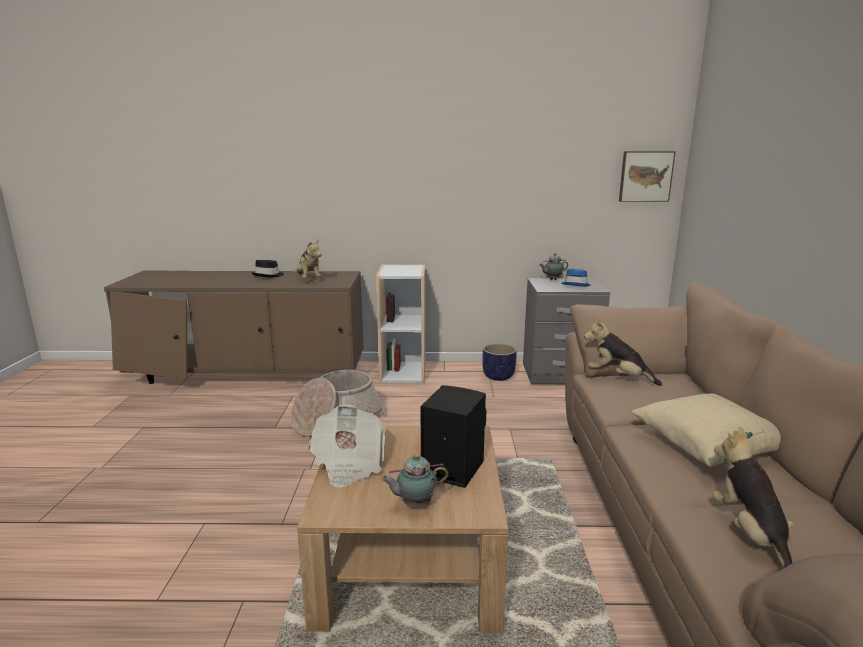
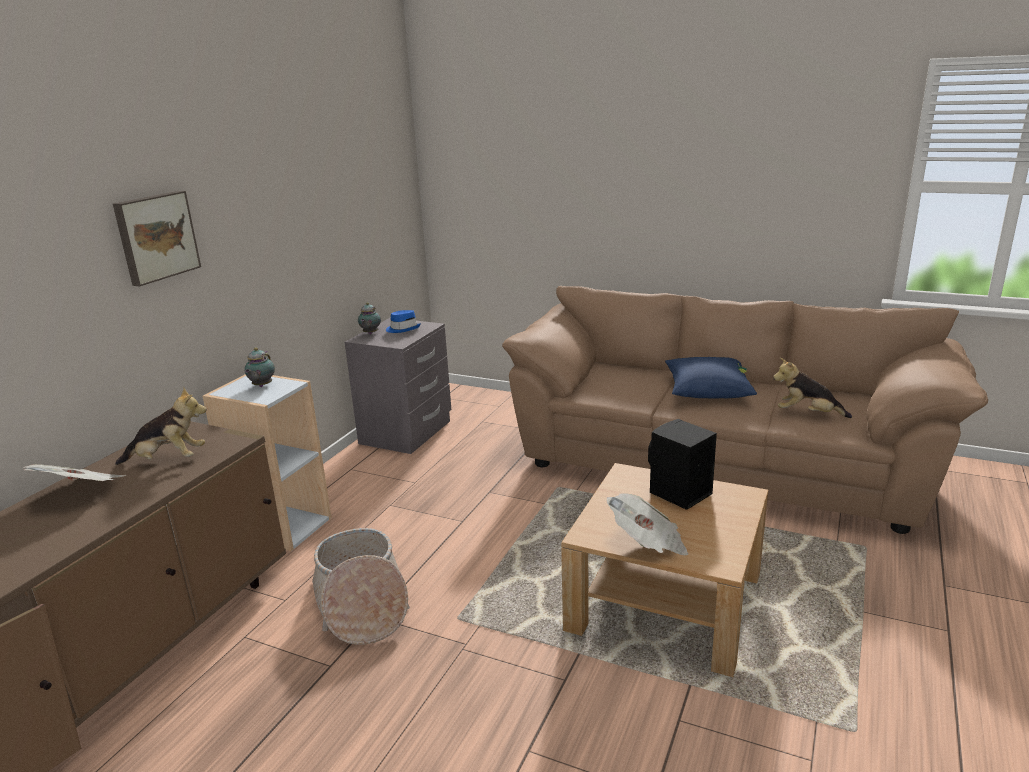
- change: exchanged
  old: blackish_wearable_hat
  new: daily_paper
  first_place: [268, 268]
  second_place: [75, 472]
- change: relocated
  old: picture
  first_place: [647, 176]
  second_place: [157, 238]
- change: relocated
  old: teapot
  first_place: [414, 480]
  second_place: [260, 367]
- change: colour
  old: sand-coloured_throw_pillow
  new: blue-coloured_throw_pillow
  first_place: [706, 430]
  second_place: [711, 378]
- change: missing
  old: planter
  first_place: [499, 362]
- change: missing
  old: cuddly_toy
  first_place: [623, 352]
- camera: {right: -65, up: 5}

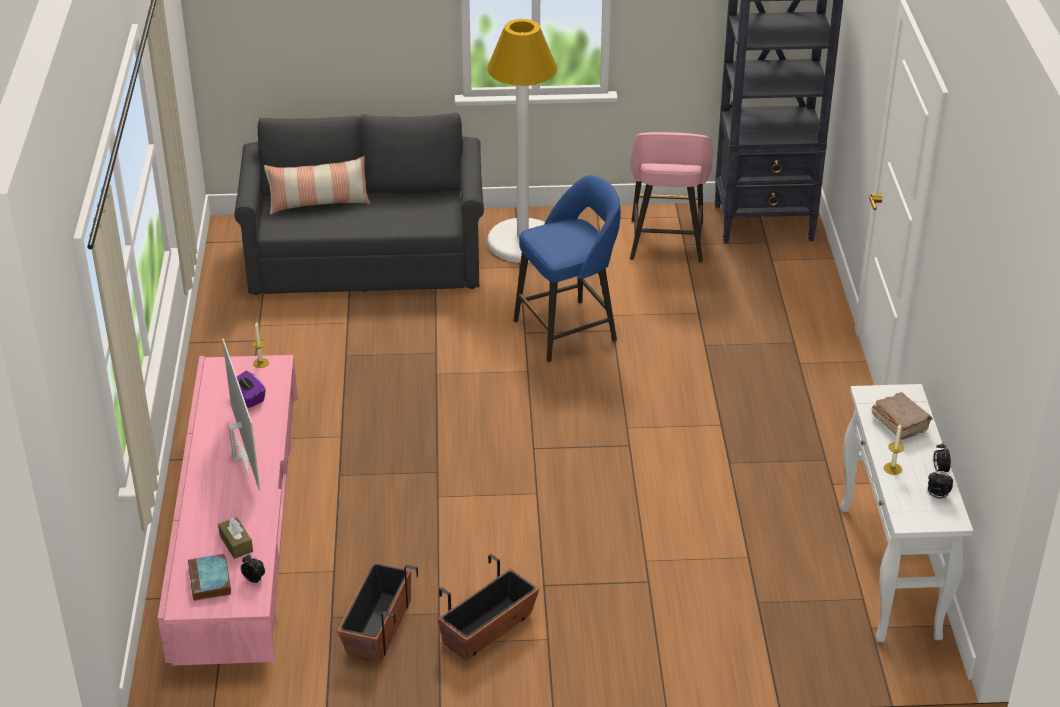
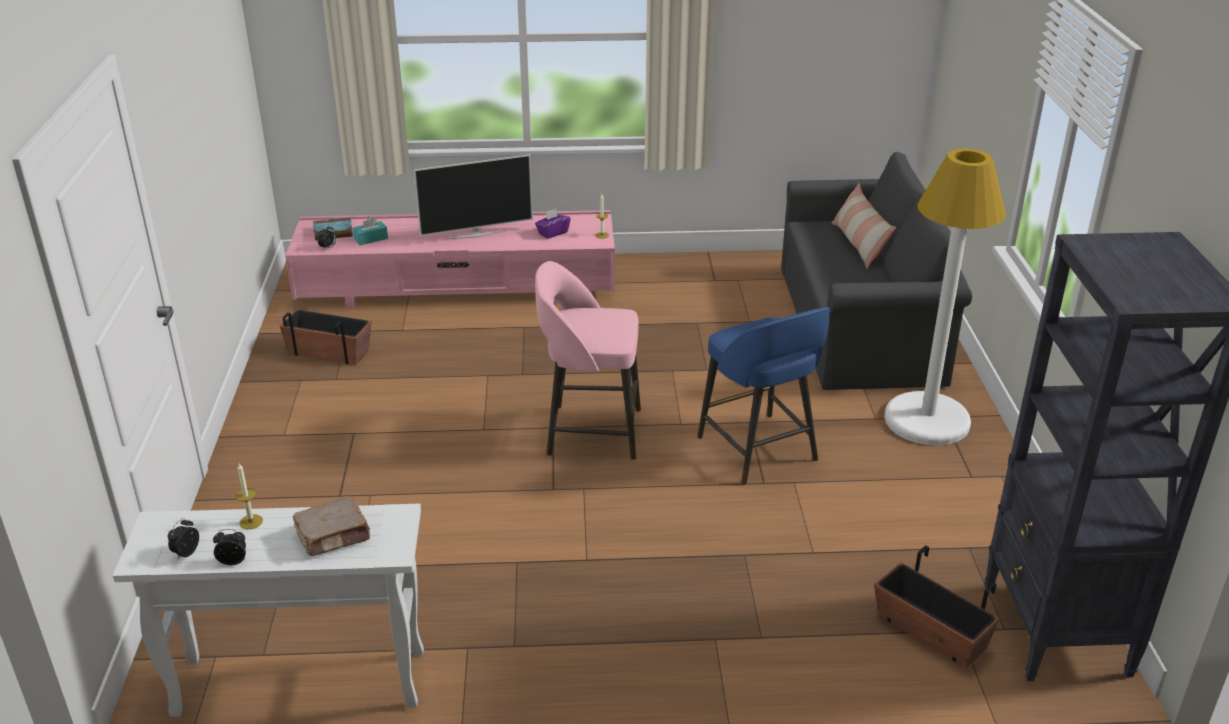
- change: colour
  old: brown_tissue_holder
  new: blue-green_tissue_holder
  first_place: [235, 538]
  second_place: [370, 230]
- change: relocated
  old: pink-coloured_sitting_stool
  first_place: [671, 197]
  second_place: [588, 360]
- change: relocated
  old: planter
  first_place: [488, 607]
  second_place: [937, 606]
- camera: {right: 90, up: -5}

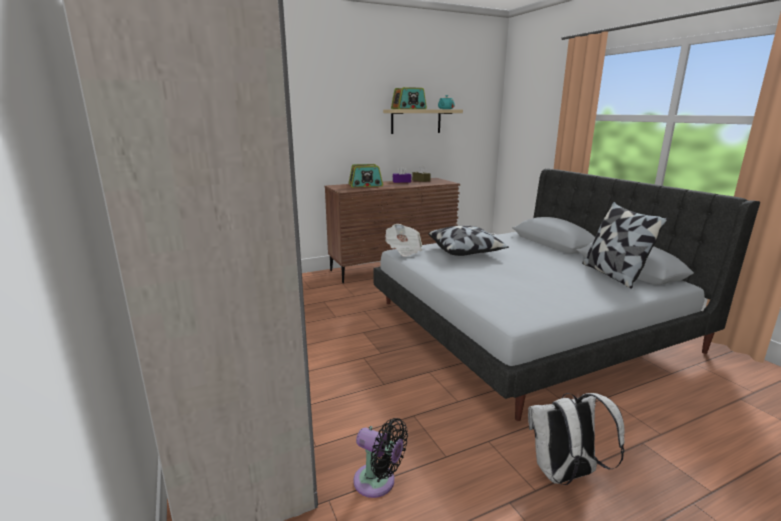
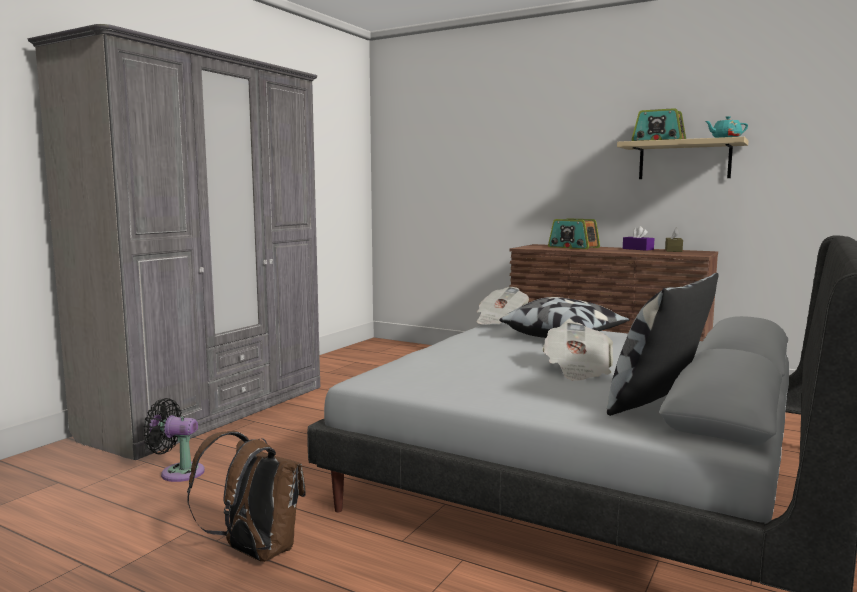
- change: spun
  old: blackish_cooling_fan
  first_place: [380, 458]
  second_place: [174, 440]
  degrees: 105
- change: colour
  old: white_rucksack
  new: brown_rucksack
  first_place: [576, 439]
  second_place: [246, 496]
- change: appeared
  new: daily_paper
  second_place: [577, 351]
- camera: {right: 55, up: -10}

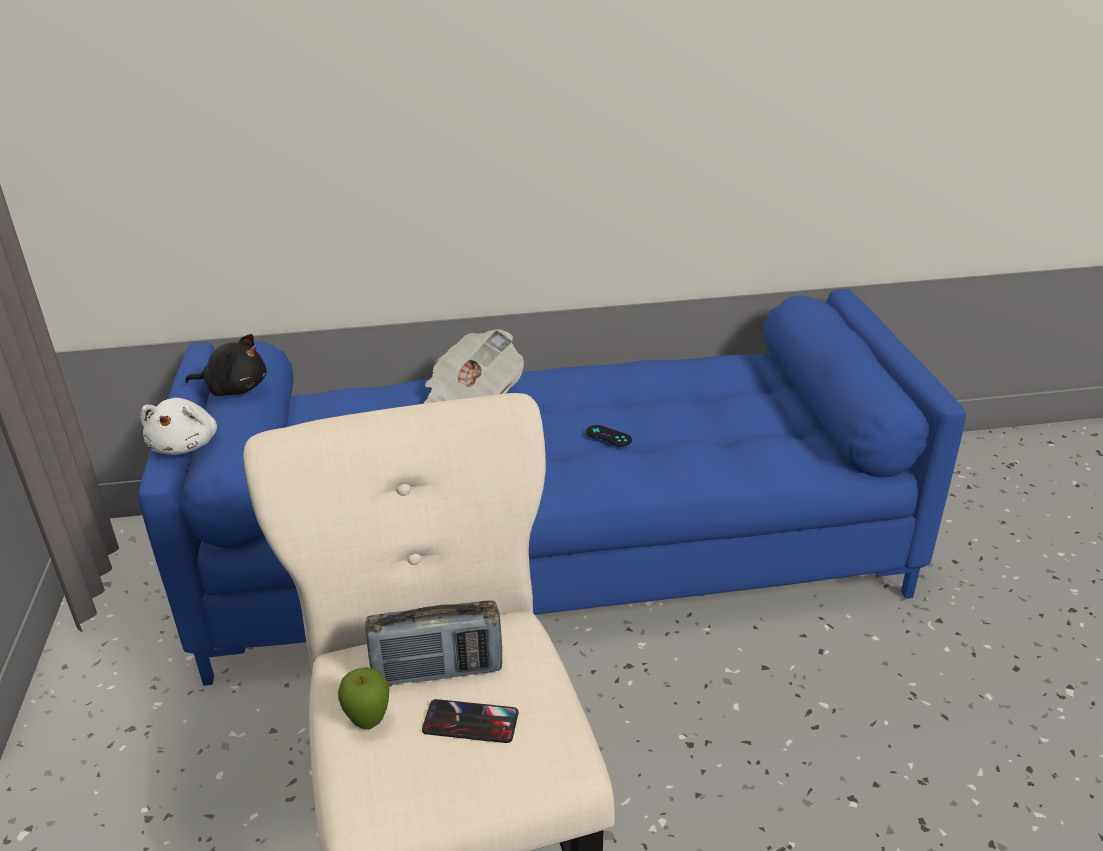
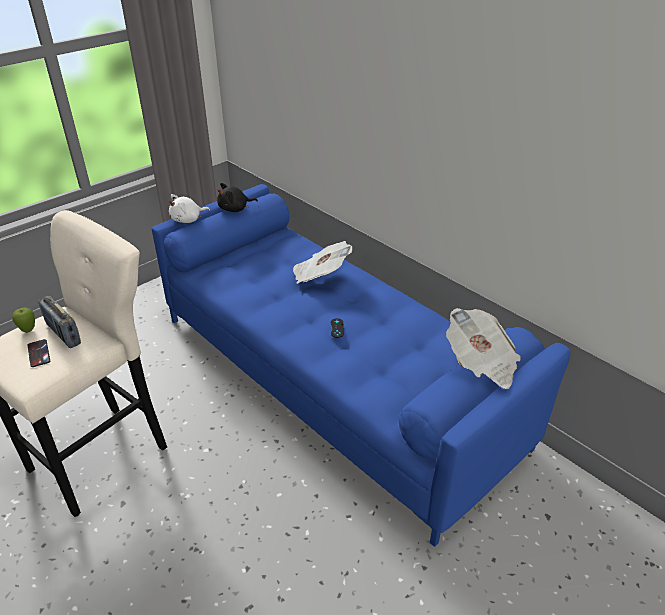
- change: spun
  old: blackish_cuddly_toy
  first_place: [225, 365]
  second_place: [237, 197]
  degrees: 90
- change: appeared
  new: daily_paper
  second_place: [483, 348]
- camera: {right: 55, up: 5}

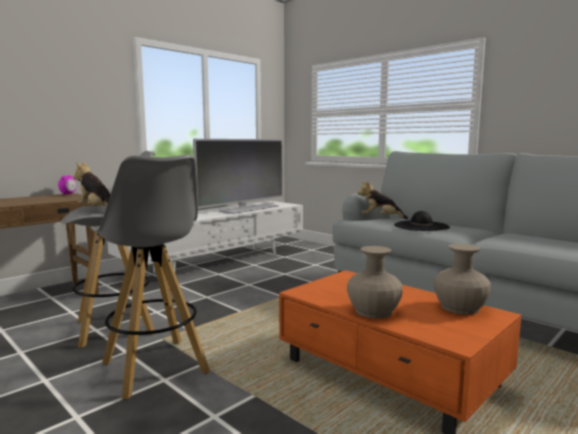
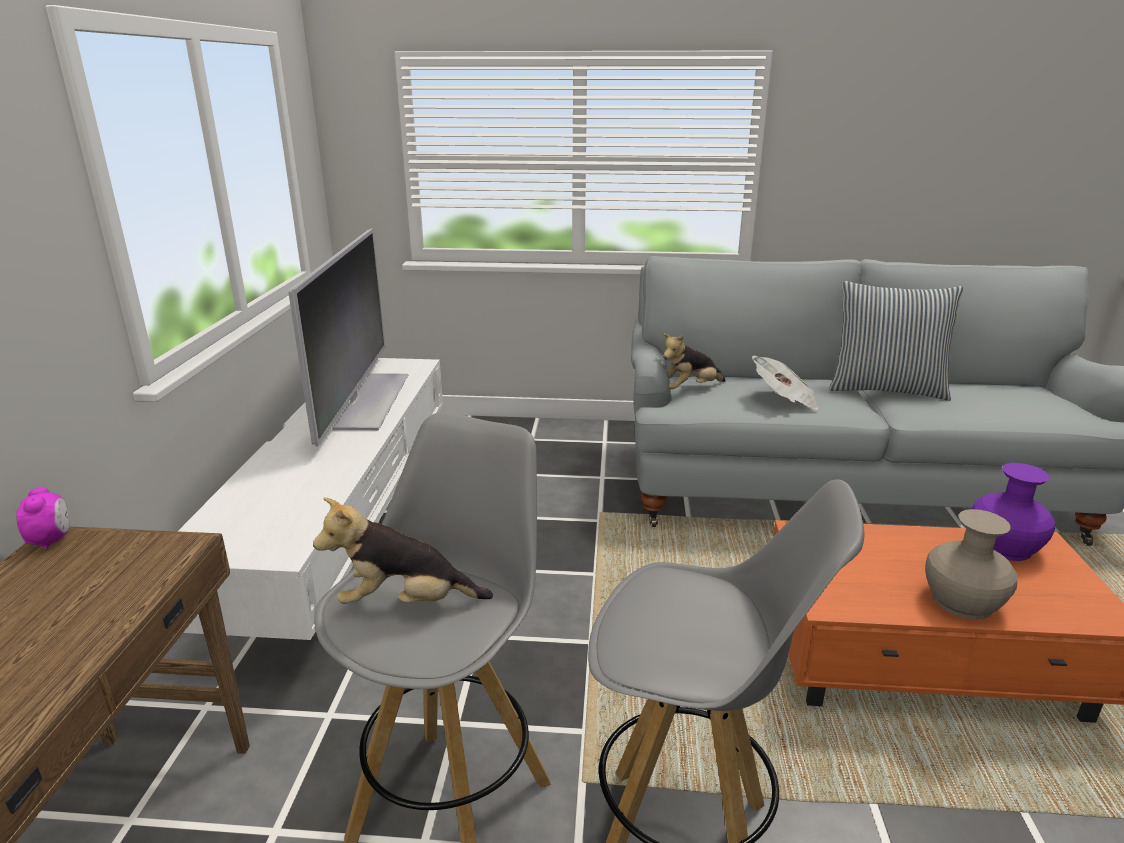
- change: exchanged
  old: blackish_wearable_hat
  new: daily_paper
  first_place: [422, 221]
  second_place: [785, 383]
- change: appeared
  new: throw_pillow
  second_place: [897, 341]
- change: colour
  old: sand-coloured_vase
  new: purple-coloured_vase
  first_place: [462, 279]
  second_place: [1013, 512]
- camera: {right: -40, up: 15}

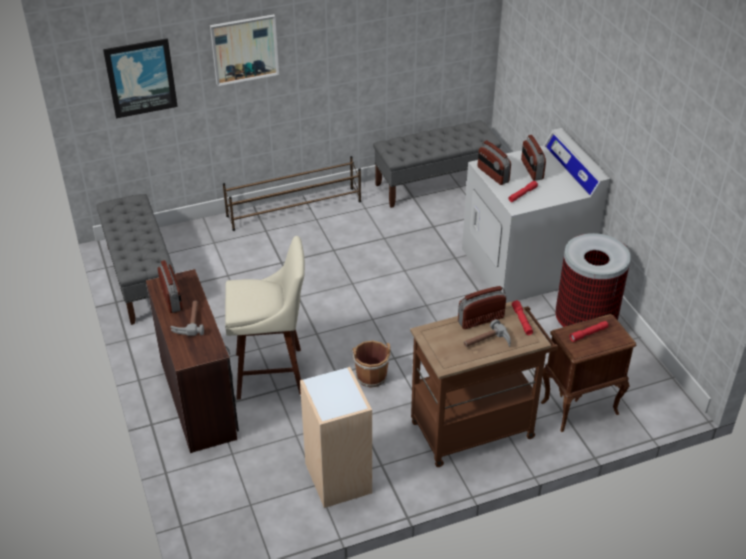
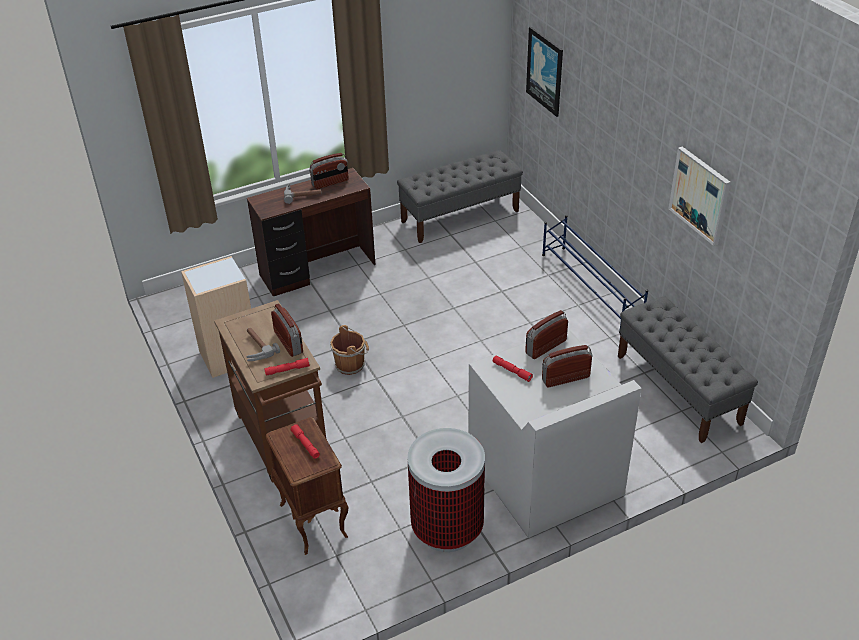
- change: colour
  old: brown_shoe_stand
  new: blue-coloured_shoe_stand
  first_place: [292, 193]
  second_place: [595, 274]
- change: relocated
  old: picture
  first_place: [244, 50]
  second_place: [699, 196]
- change: missing
  old: sand-coloured_sitting_stool
  first_place: [265, 318]
- camera: {right: 85, up: 0}

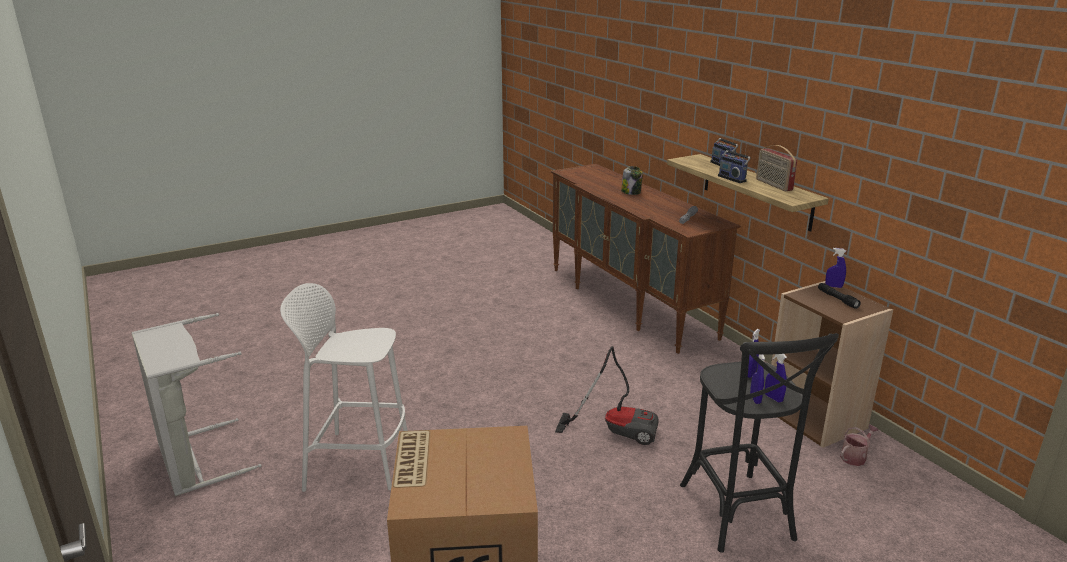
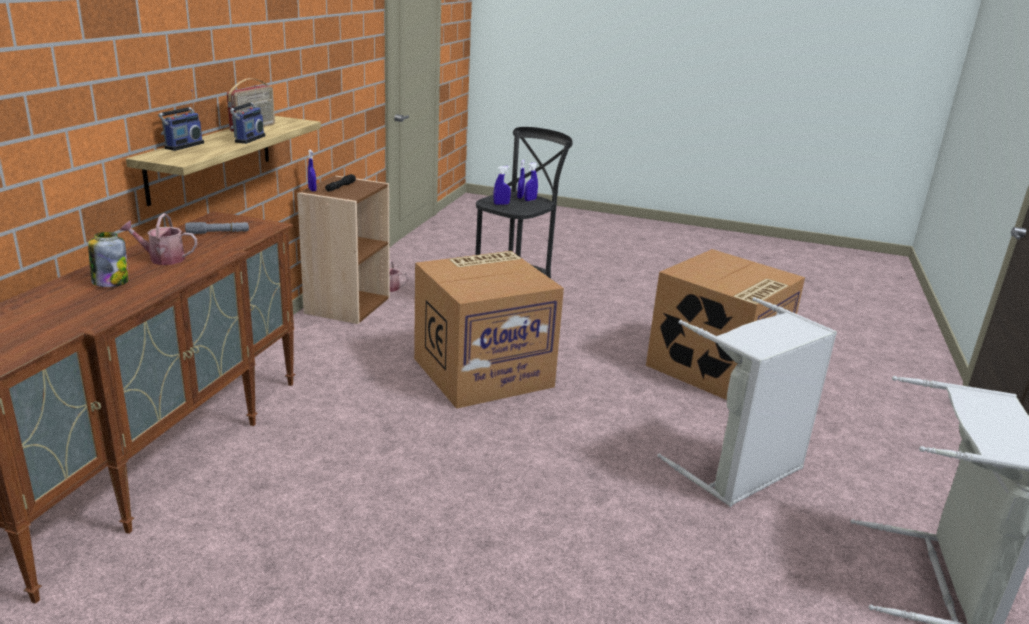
- change: appeared
  new: watering_can
  second_place: [158, 239]
- change: exchanged
  old: vacuum
  new: packing_box
  first_place: [607, 395]
  second_place: [489, 330]
- change: exchanged
  old: white_sitting_stool
  new: greyish_hamper
  first_place: [344, 387]
  second_place: [747, 402]
- camera: {right: -135, up: 0}

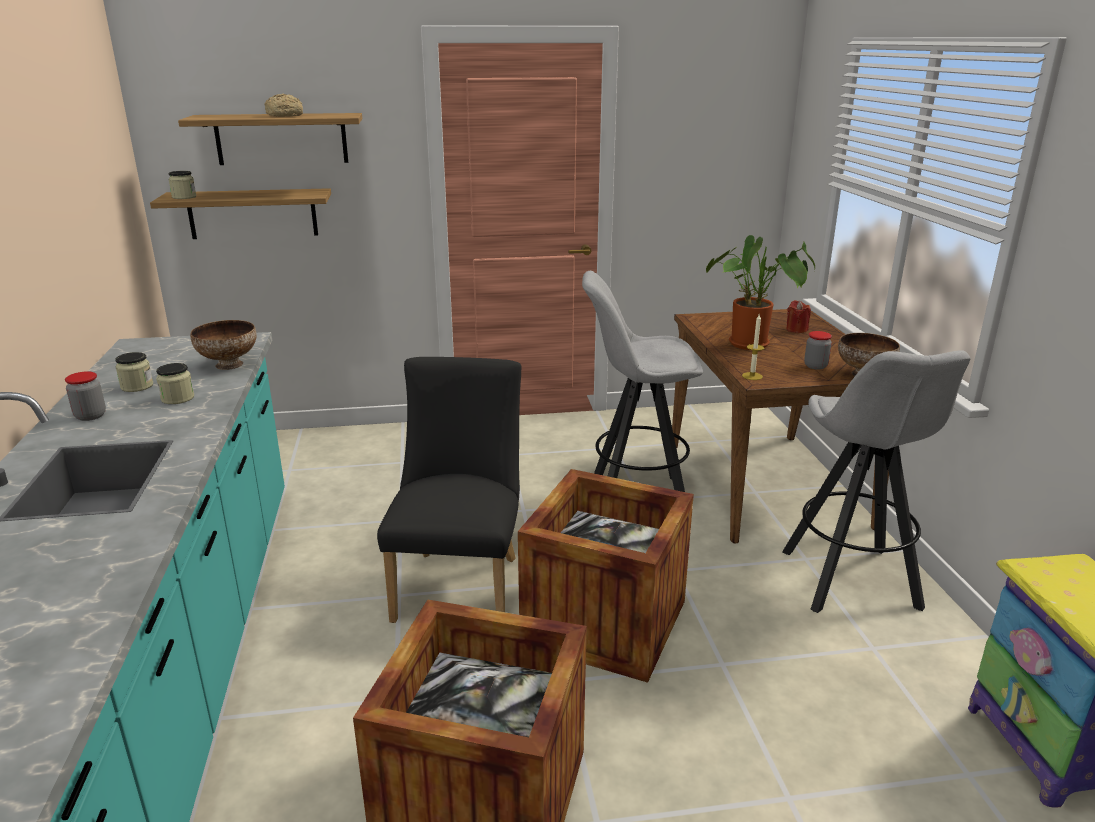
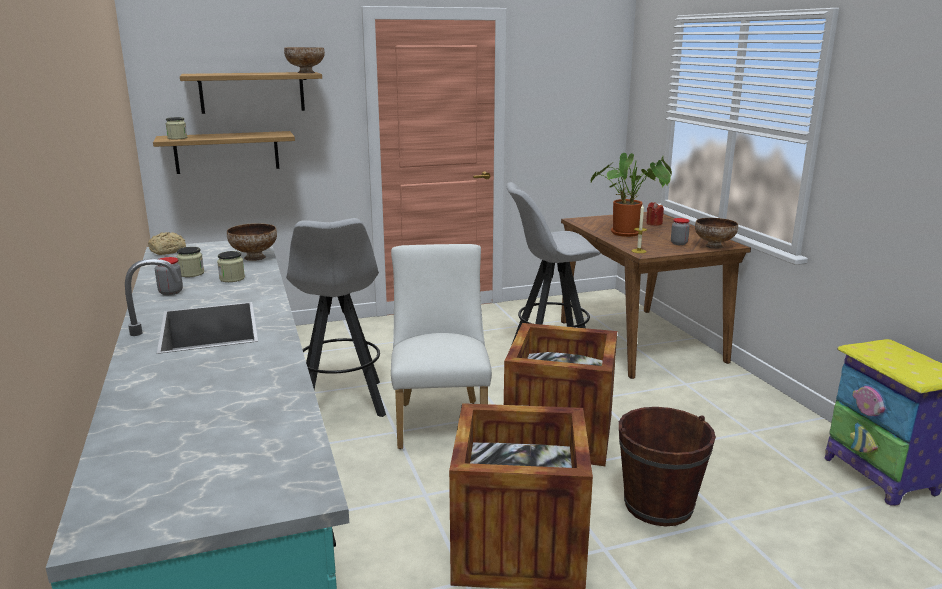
- change: relocated
  old: bakery_bread
  first_place: [284, 105]
  second_place: [167, 243]
- change: appeared
  new: deep_dish
  second_place: [304, 60]
- change: relocated
  old: greyish_sitting_stool
  first_place: [876, 481]
  second_place: [336, 317]
- change: colour
  old: blackish_plain_chair
  new: white_plain_chair
  first_place: [449, 490]
  second_place: [441, 346]
- change: appeared
  new: brown_water_bucket
  second_place: [667, 466]
- camera: {right: -10, up: -5}

